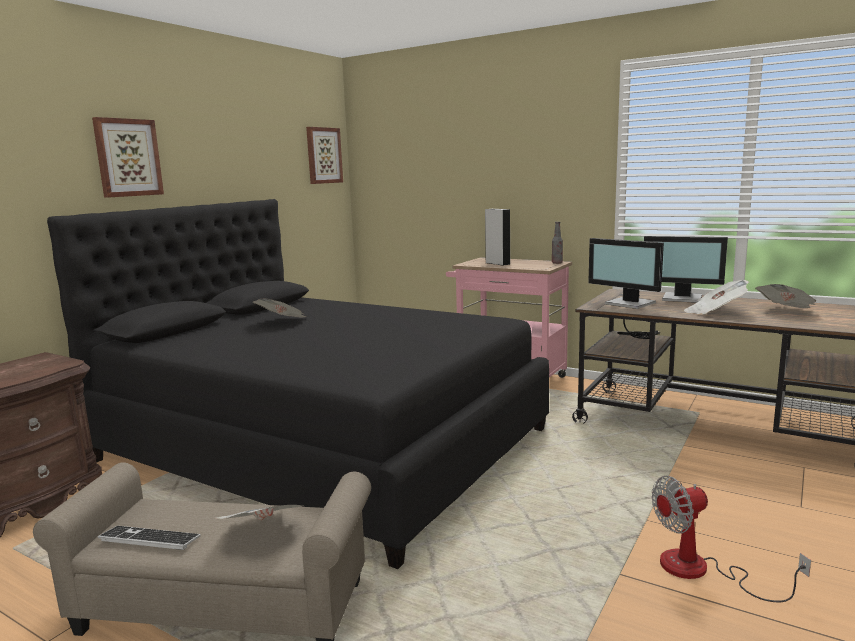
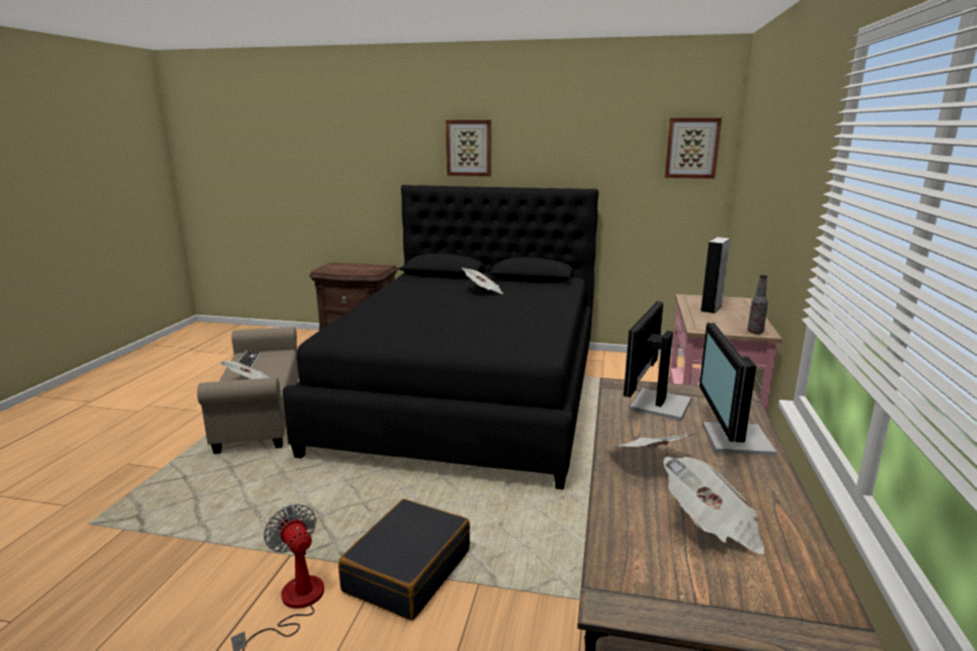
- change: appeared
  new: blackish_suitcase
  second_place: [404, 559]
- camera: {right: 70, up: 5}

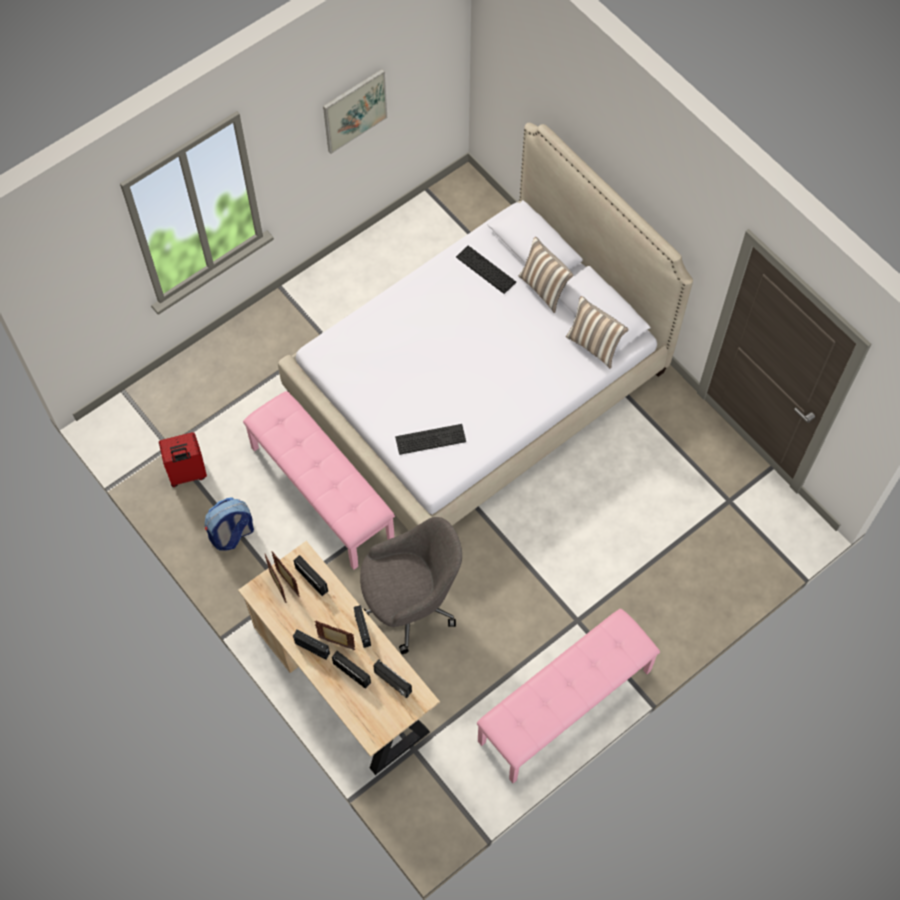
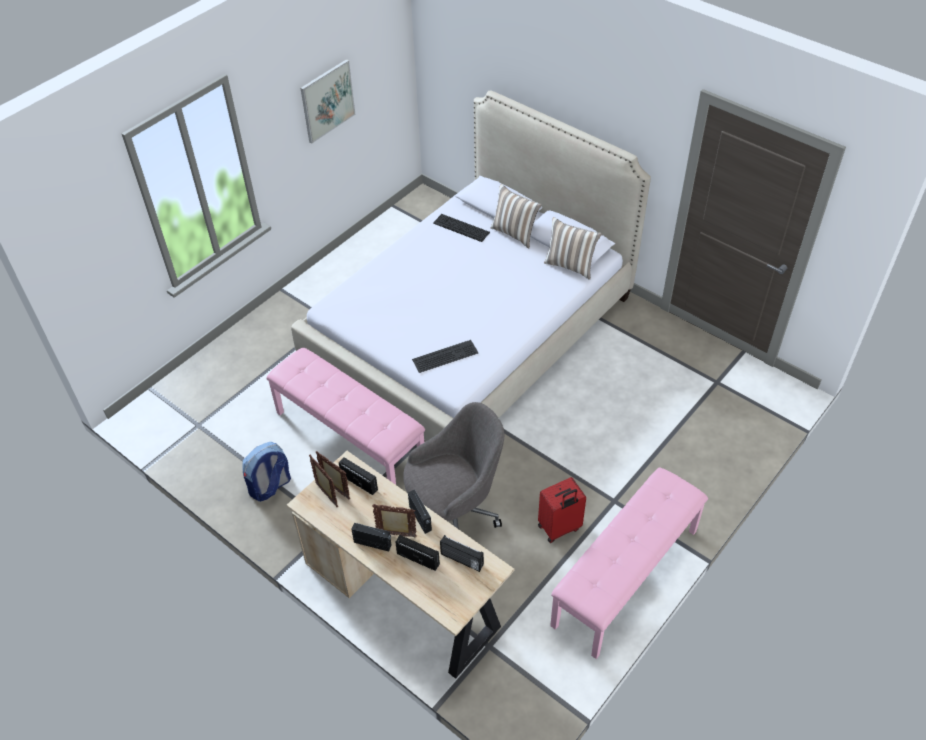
- change: relocated
  old: reddish_suitcase
  first_place: [183, 459]
  second_place: [562, 510]
- camera: {right: -10, up: -15}

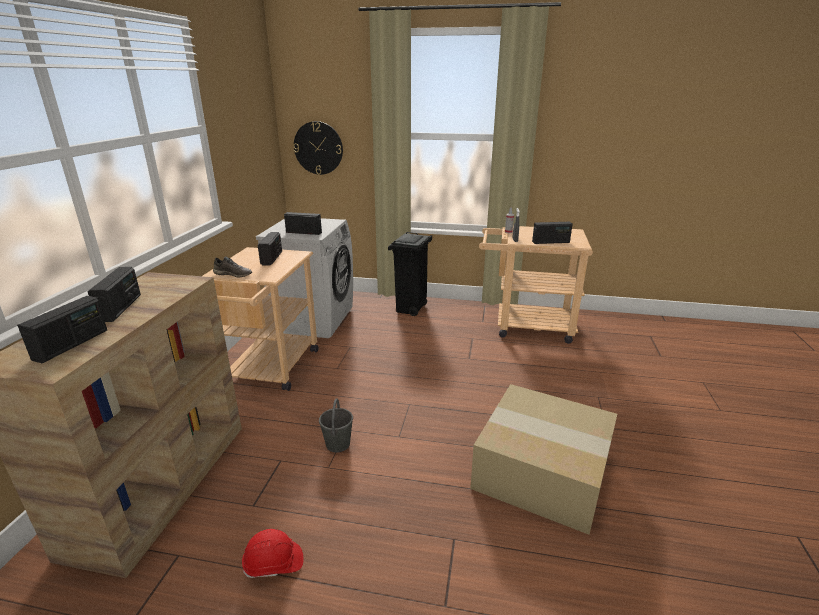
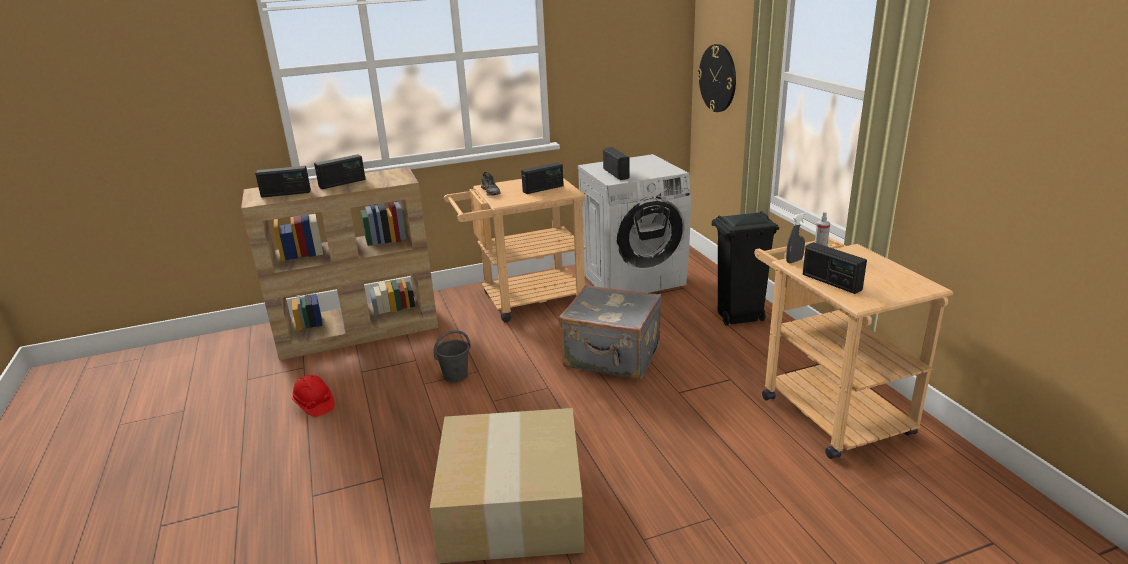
- change: appeared
  new: greyish_suitcase
  second_place: [610, 332]
- camera: {right: 60, up: 0}

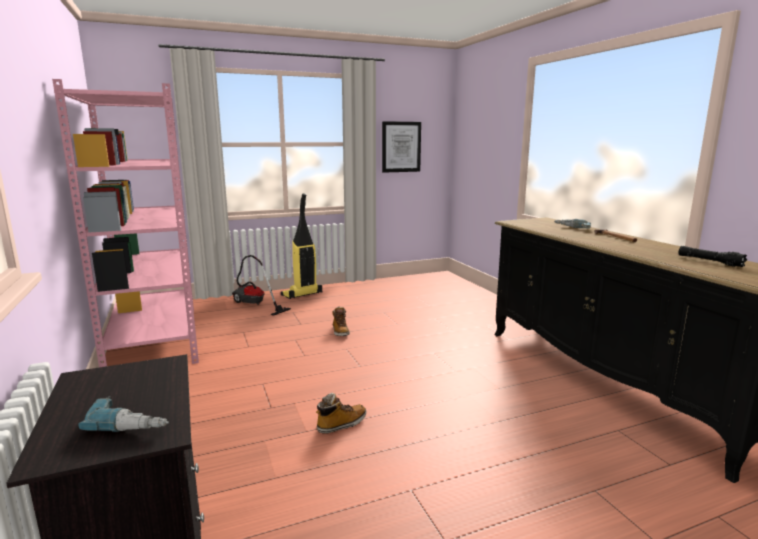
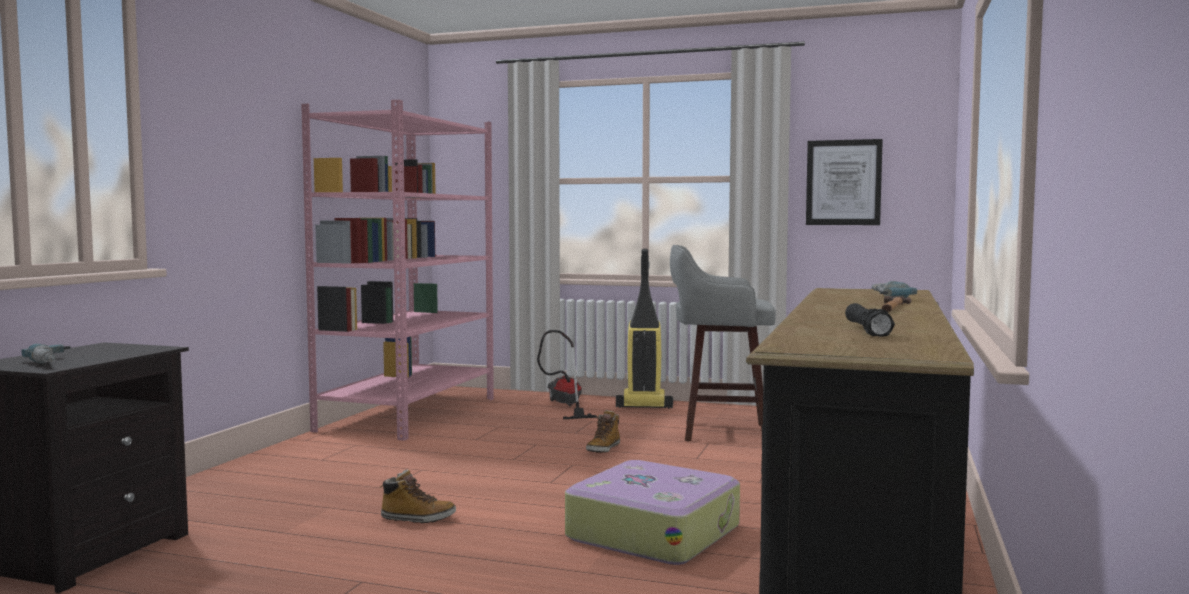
- change: appeared
  new: suitcase
  second_place: [652, 512]
- change: appeared
  new: greyish_sitting_stool
  second_place: [723, 343]
- camera: {right: 40, up: -10}

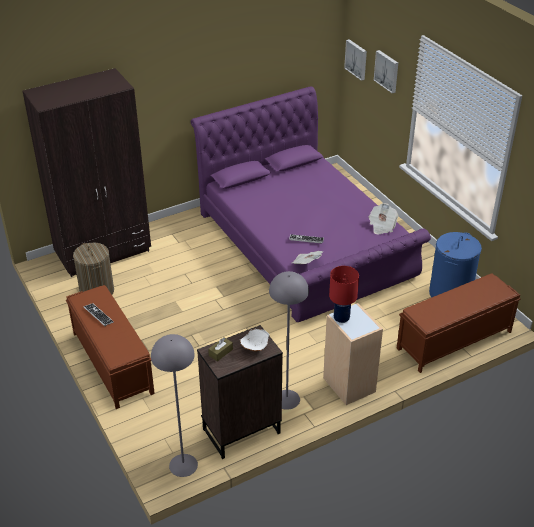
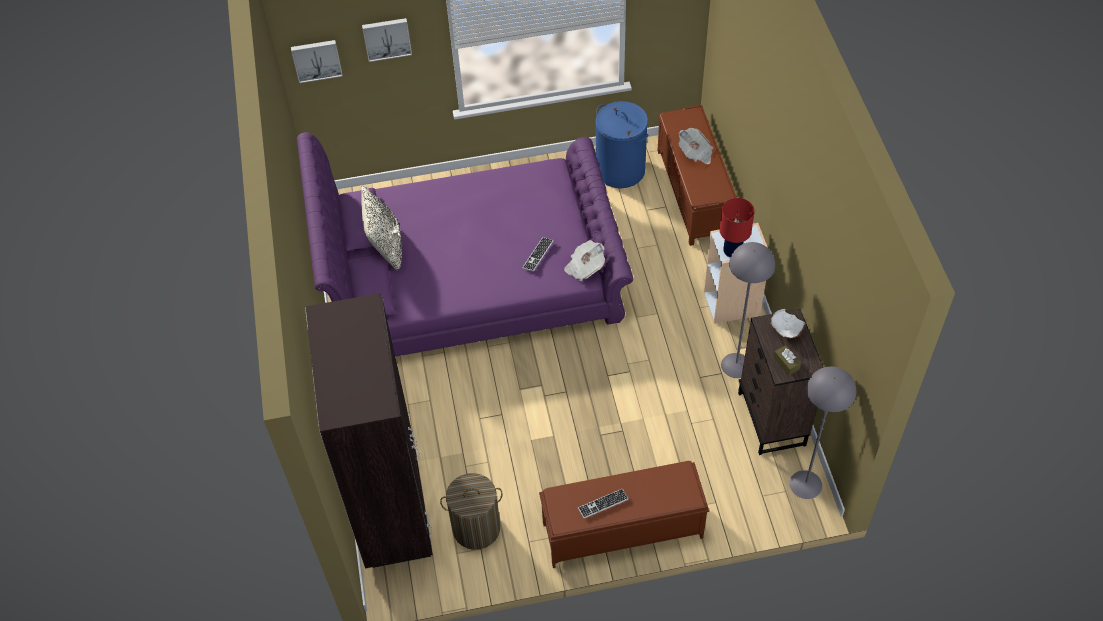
- change: appeared
  new: sand-coloured_throw_pillow
  second_place: [381, 228]
- change: relocated
  old: daily_paper
  first_place: [383, 218]
  second_place: [696, 146]
- camera: {right: -70, up: 15}

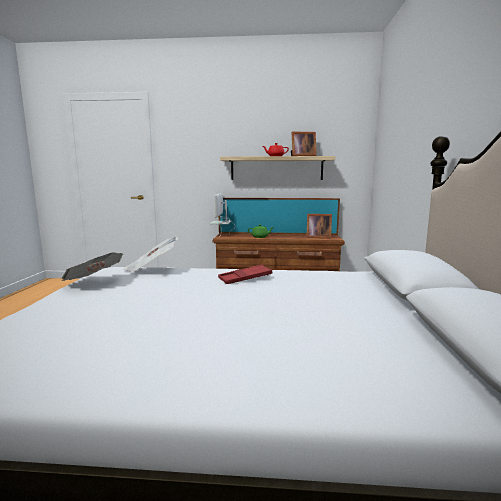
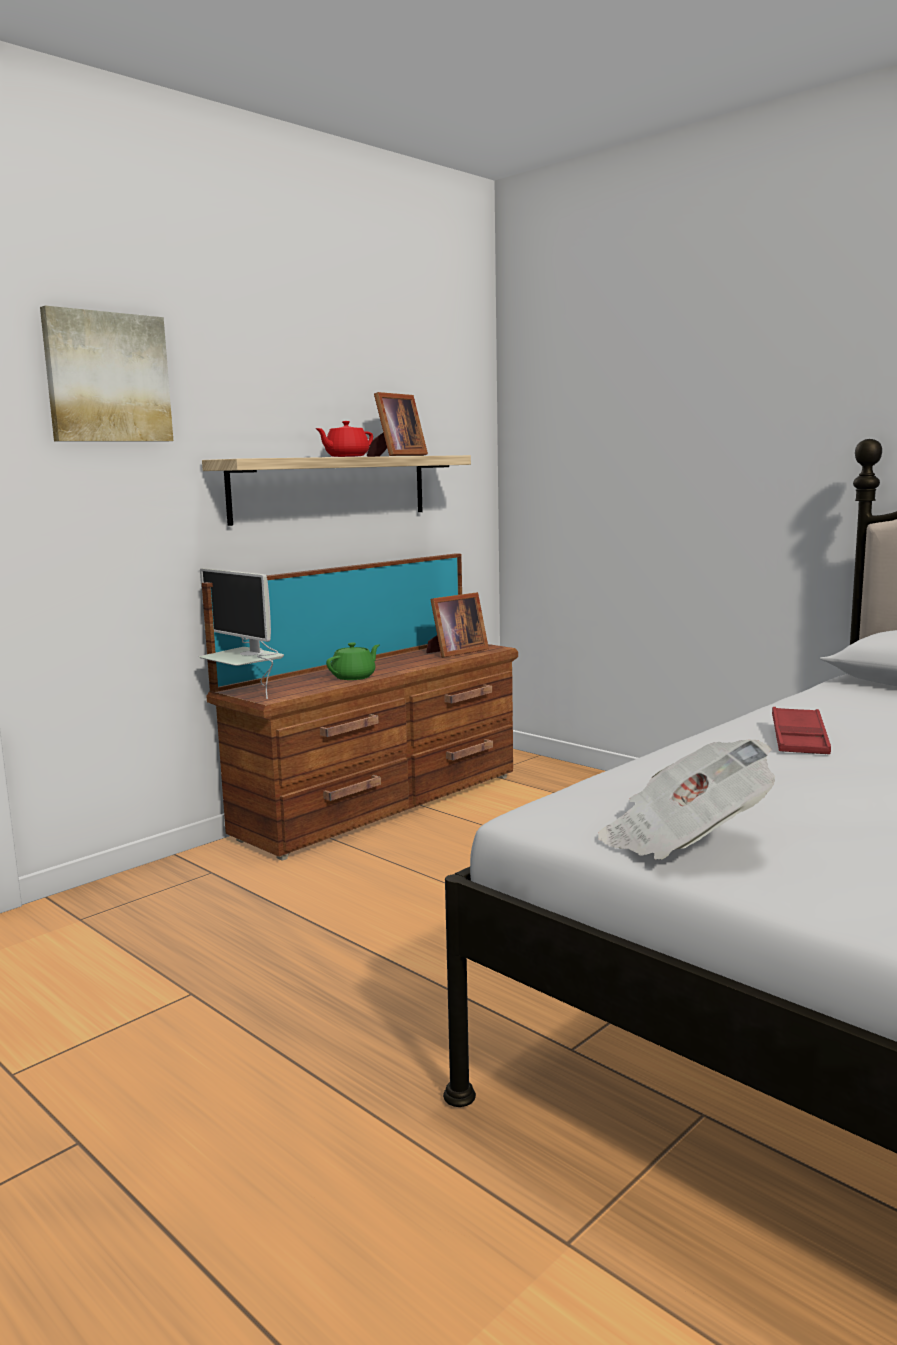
- change: appeared
  new: picture
  second_place: [106, 373]
- change: missing
  old: daily_paper
  first_place: [150, 254]
- camera: {right: -50, up: 0}

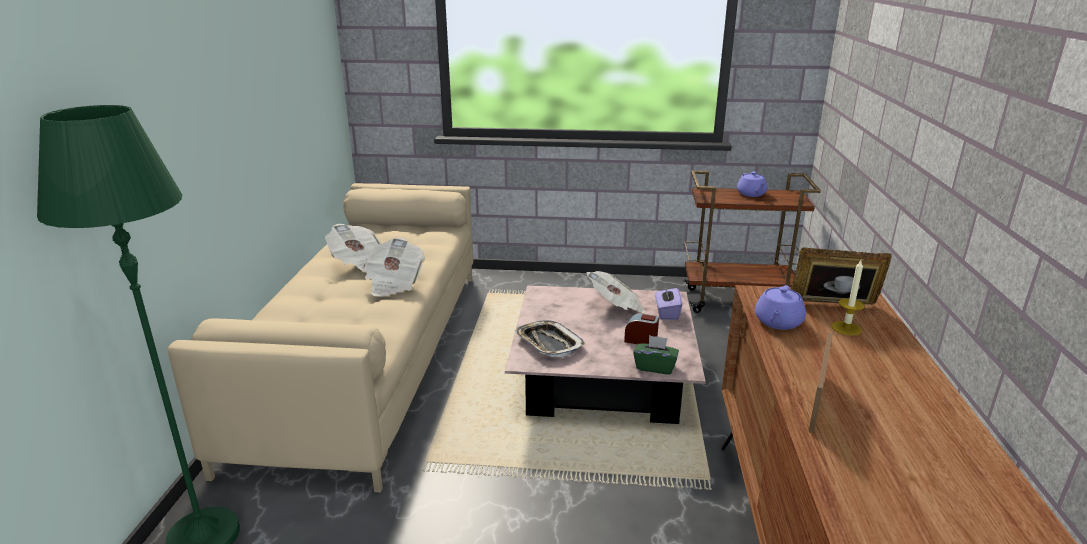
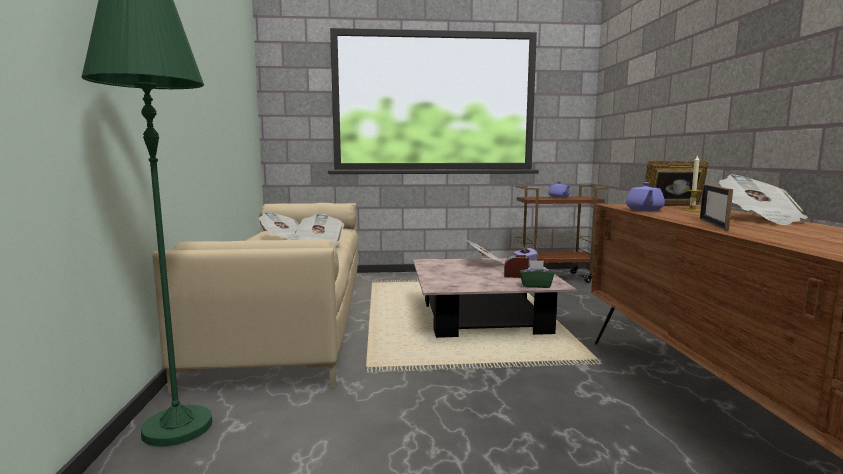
- change: appeared
  new: daily_paper
  second_place: [763, 199]
- change: missing
  old: carrying_tray
  first_place: [549, 338]
- camera: {right: -10, up: -15}

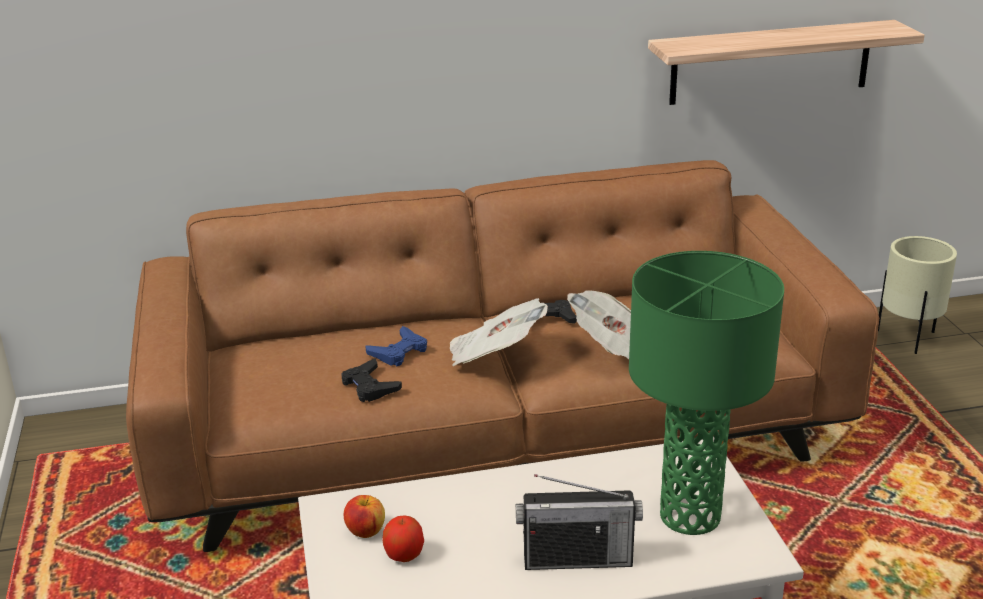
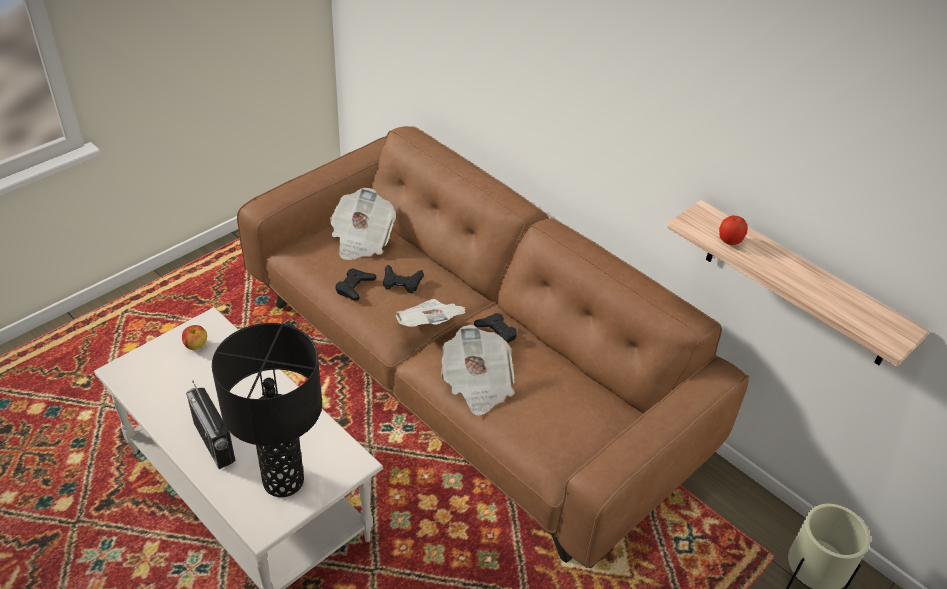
- change: colour
  old: green_lamp_for_a_table
  new: blackish_lamp_for_a_table
  first_place: [706, 393]
  second_place: [267, 410]
- change: appeared
  new: daily_paper
  second_place: [363, 224]
- change: colour
  old: blue-coloured_game_controller
  new: blackish_game_controller
  first_place: [396, 346]
  second_place: [403, 279]
- change: relocated
  old: whole_apple
  first_place: [403, 538]
  second_place: [733, 230]
- camera: {right: 55, up: 15}

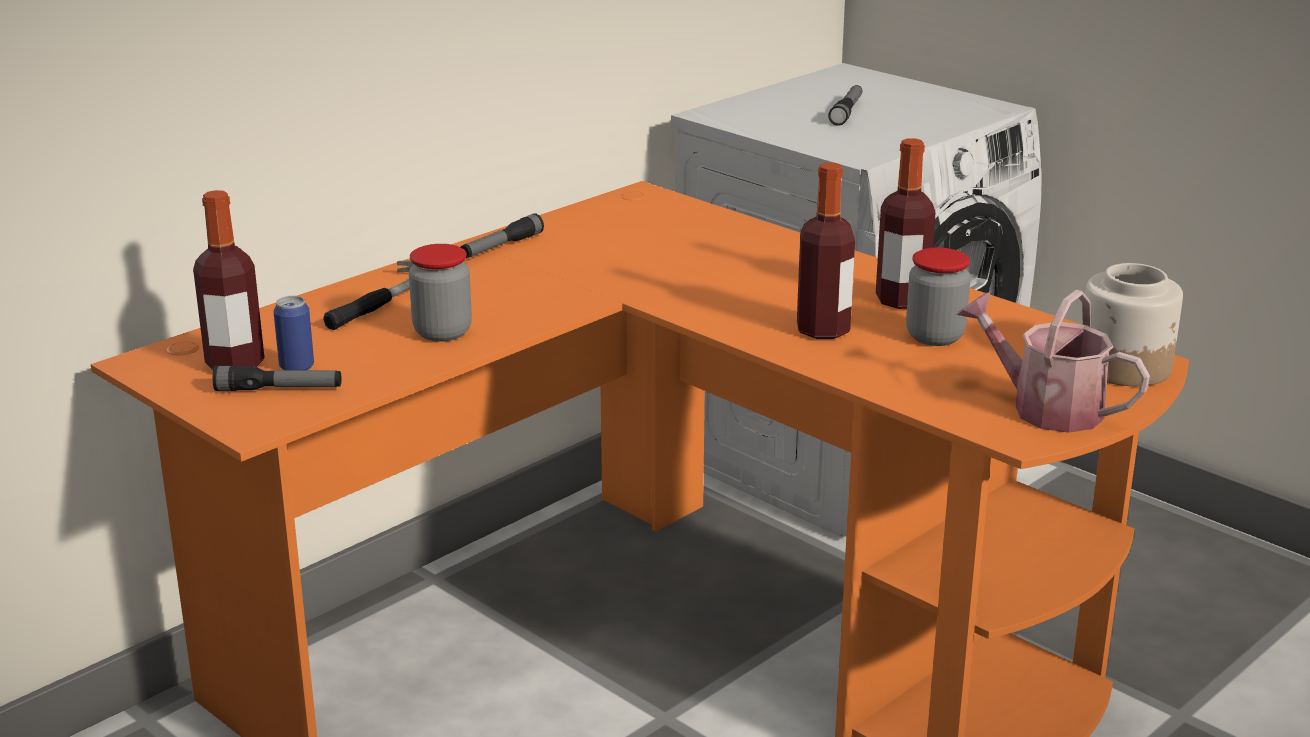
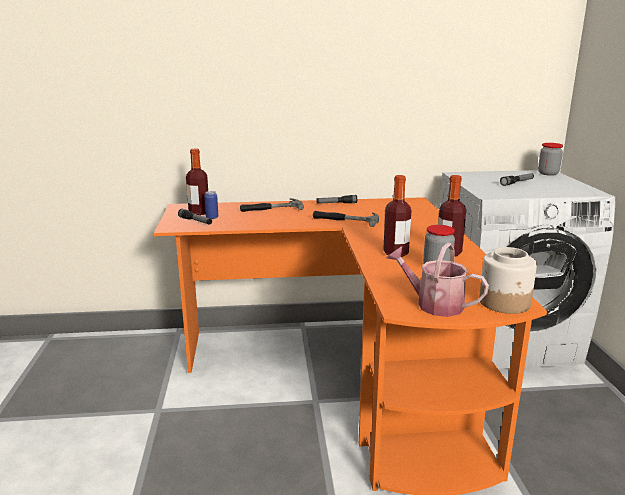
- change: appeared
  new: tool_hammer
  second_place: [346, 219]
- change: spun
  old: watering_can
  first_place: [1053, 361]
  second_place: [438, 280]
  degrees: -45
- change: relocated
  old: jar
  first_place: [440, 293]
  second_place: [550, 159]
- camera: {right: 40, up: -5}

